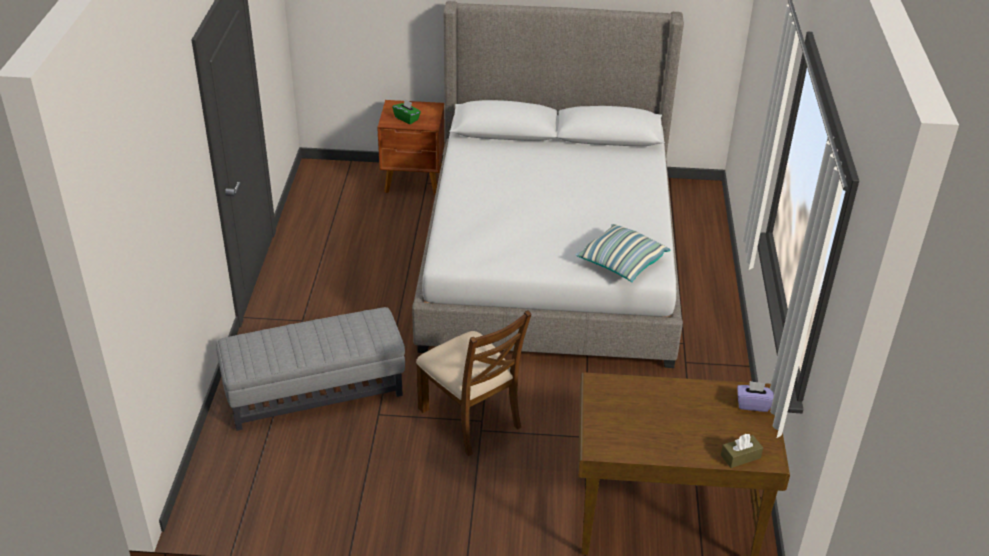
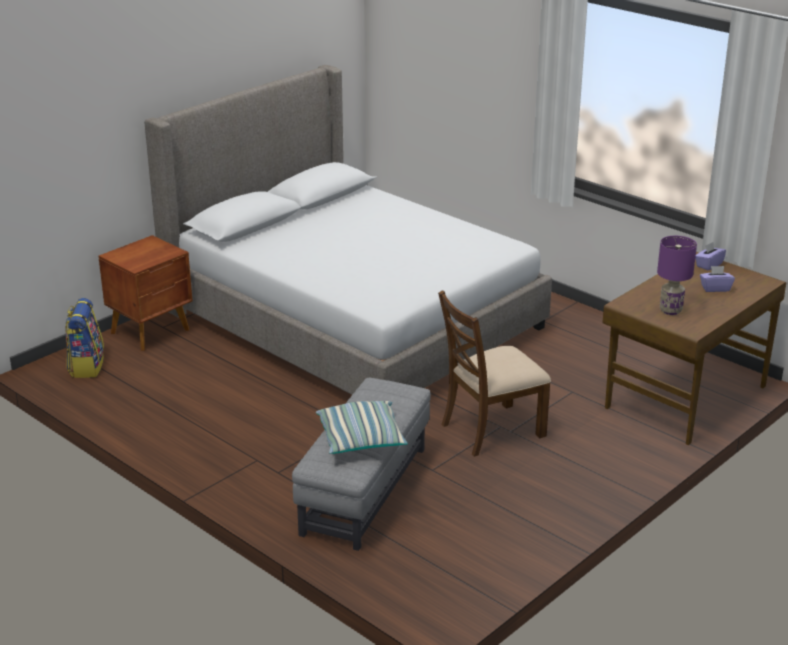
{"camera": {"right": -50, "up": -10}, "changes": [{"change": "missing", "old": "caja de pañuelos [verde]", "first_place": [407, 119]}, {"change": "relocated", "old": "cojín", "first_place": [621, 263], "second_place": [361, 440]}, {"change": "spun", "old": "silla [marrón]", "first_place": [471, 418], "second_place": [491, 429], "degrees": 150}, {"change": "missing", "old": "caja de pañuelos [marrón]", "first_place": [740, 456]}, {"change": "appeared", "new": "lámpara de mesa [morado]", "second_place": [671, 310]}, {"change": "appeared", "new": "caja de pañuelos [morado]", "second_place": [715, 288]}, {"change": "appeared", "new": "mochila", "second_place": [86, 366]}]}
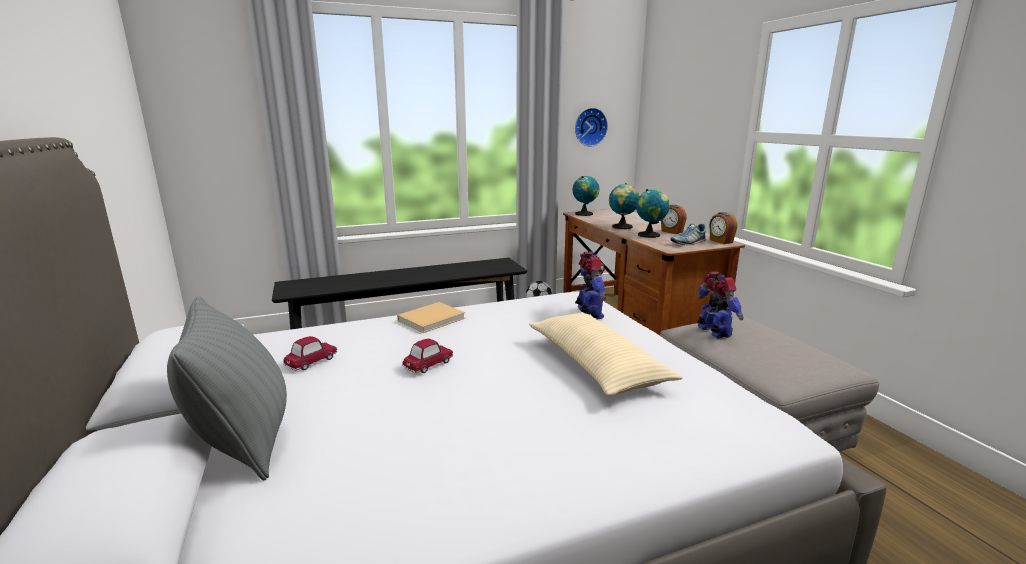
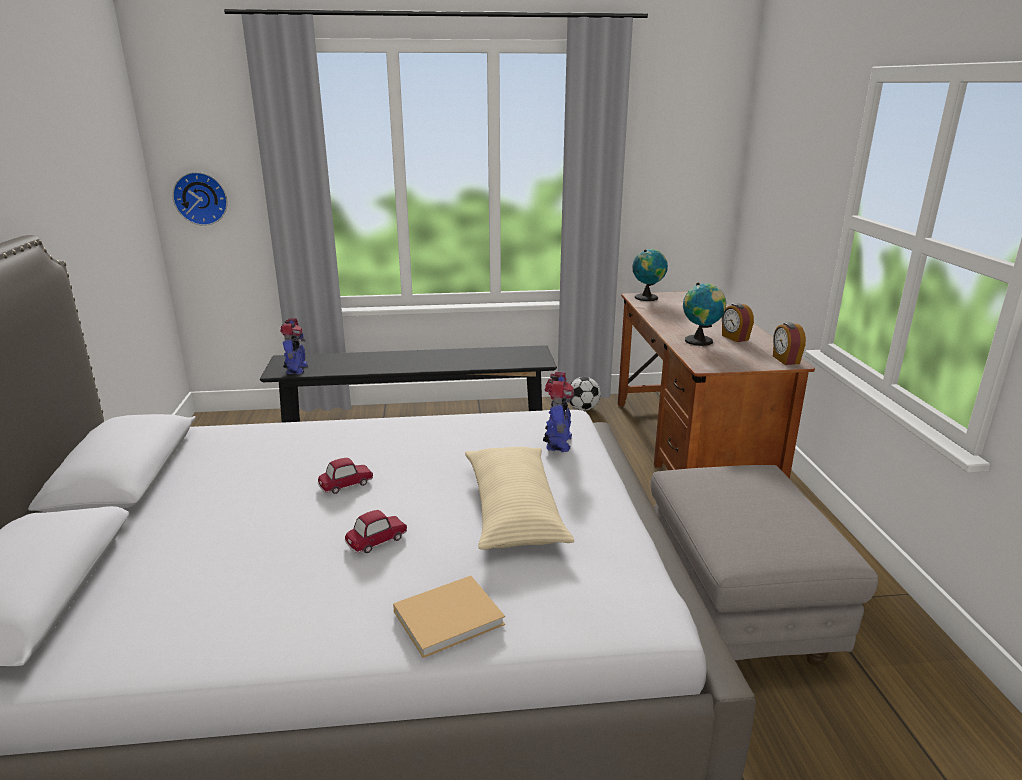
{"camera": {"right": 15, "up": 5}, "changes": [{"change": "relocated", "old": "reloj de pared", "first_place": [589, 127], "second_place": [201, 198]}, {"change": "missing", "old": "globo terráqueo", "first_place": [622, 227]}, {"change": "missing", "old": "zapato", "first_place": [688, 243]}, {"change": "relocated", "old": "robot de juguete", "first_place": [713, 332], "second_place": [296, 369]}, {"change": "missing", "old": "cojín [gris]", "first_place": [244, 440]}, {"change": "relocated", "old": "libro [beis]", "first_place": [433, 319], "second_place": [451, 617]}, {"change": "relocated", "old": "coche de juguete", "first_place": [311, 361], "second_place": [376, 540]}]}
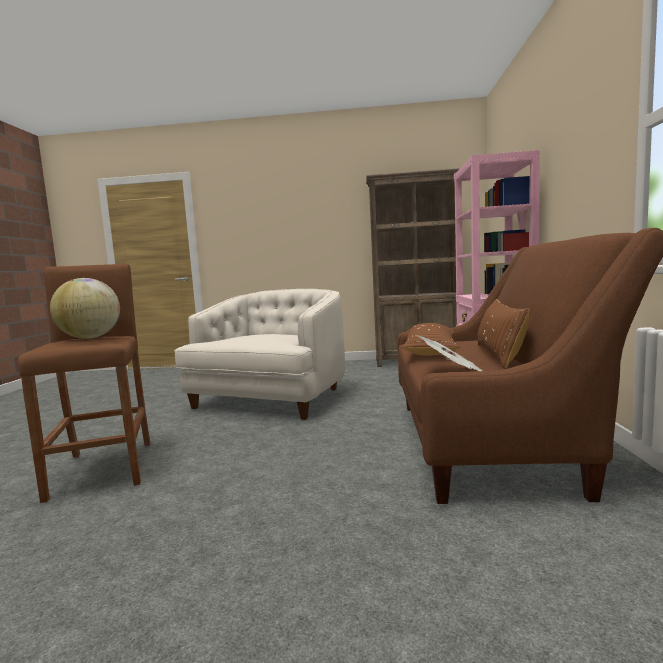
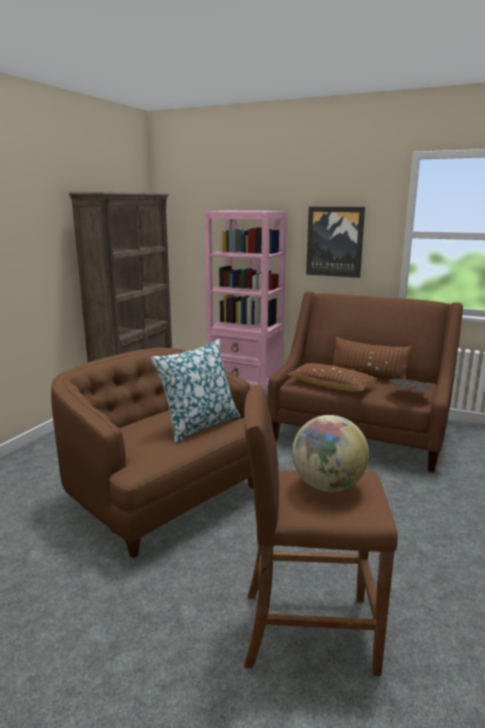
{"camera": {"right": -70, "up": 10}, "changes": [{"change": "colour", "old": "sillón [blanco]", "new": "sillón [marrón]", "first_place": [270, 399], "second_place": [163, 495]}, {"change": "appeared", "new": "cuadro", "second_place": [334, 241]}, {"change": "appeared", "new": "cojín", "second_place": [199, 425]}]}
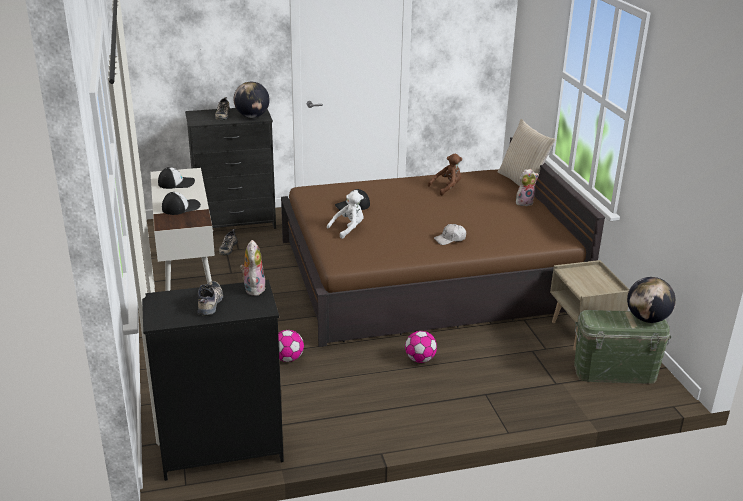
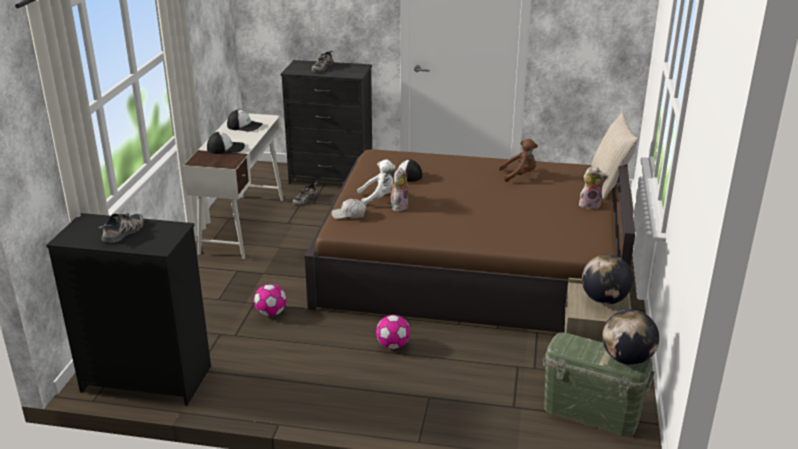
{"camera": {"right": 25, "up": 0}, "changes": [{"change": "relocated", "old": "globo terráqueo", "first_place": [252, 116], "second_place": [604, 300]}, {"change": "relocated", "old": "gorra [blanco]", "first_place": [450, 239], "second_place": [349, 215]}, {"change": "relocated", "old": "peluche", "first_place": [253, 288], "second_place": [398, 206]}]}
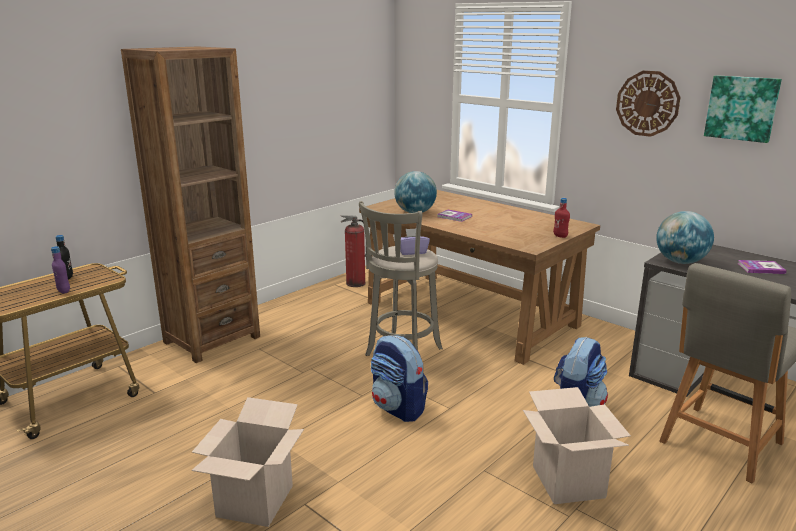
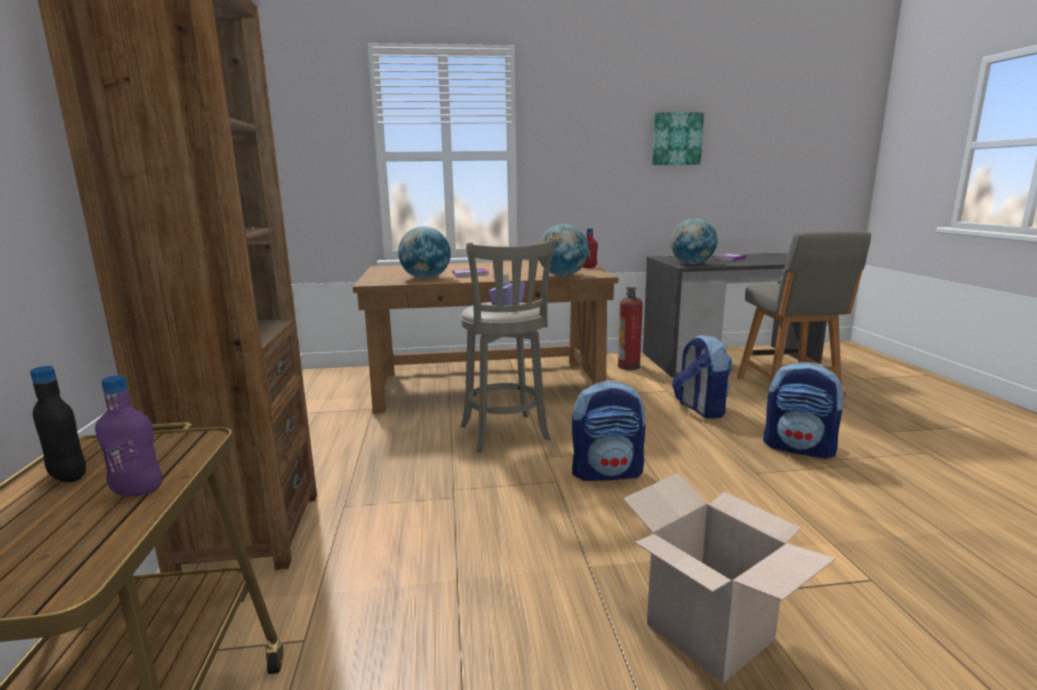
{"camera": {"right": -50, "up": -5}, "changes": [{"change": "missing", "old": "reloj de pared", "first_place": [647, 103]}, {"change": "relocated", "old": "extintor", "first_place": [355, 283], "second_place": [629, 366]}, {"change": "exchanged", "old": "caja de cartón", "new": "mochila", "first_place": [568, 481], "second_place": [799, 448]}, {"change": "appeared", "new": "globo terráqueo", "second_place": [562, 276]}]}
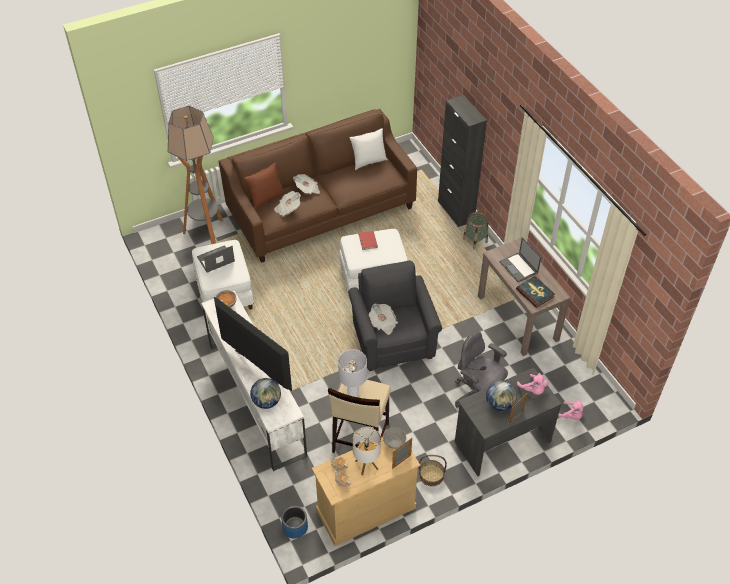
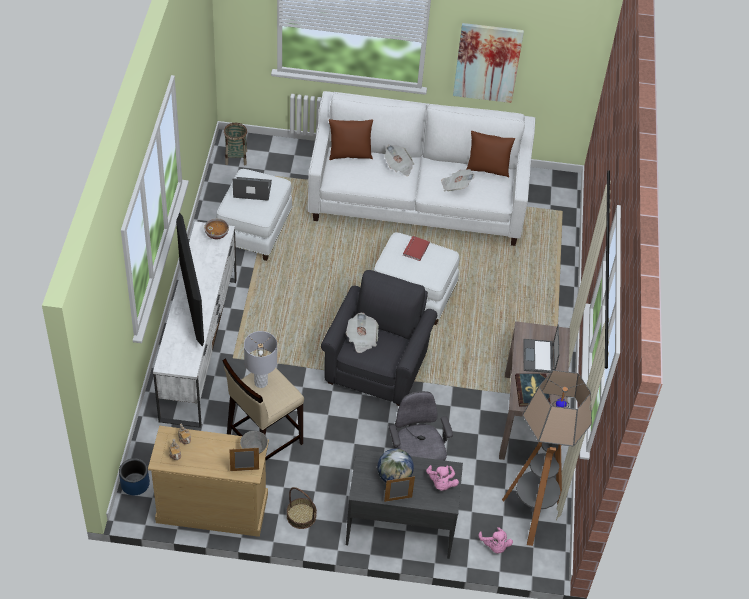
{"camera": {"right": 30, "up": 0}, "changes": [{"change": "missing", "old": "armario [negro]", "first_place": [456, 211]}, {"change": "relocated", "old": "lámpara de pie", "first_place": [206, 233], "second_place": [531, 516]}, {"change": "colour", "old": "sofá [marrón]", "new": "sofá [blanco]", "first_place": [321, 211], "second_place": [417, 200]}, {"change": "colour", "old": "cojín [blanco]", "new": "cojín [marrón]", "first_place": [368, 161], "second_place": [487, 169]}, {"change": "relocated", "old": "periódico", "first_place": [287, 209], "second_place": [456, 186]}, {"change": "relocated", "old": "cesta", "first_place": [475, 241], "second_place": [236, 157]}, {"change": "missing", "old": "globo terráqueo", "first_place": [267, 401]}, {"change": "missing", "old": "lámpara de mesa", "first_place": [366, 465]}, {"change": "appeared", "new": "cuadro", "second_place": [487, 62]}]}
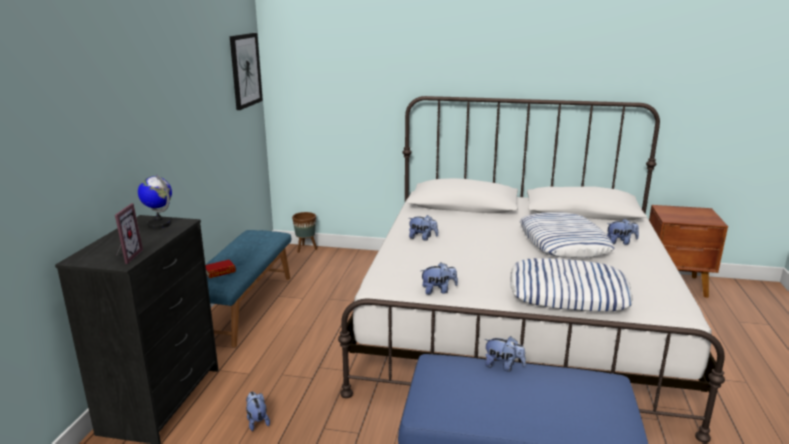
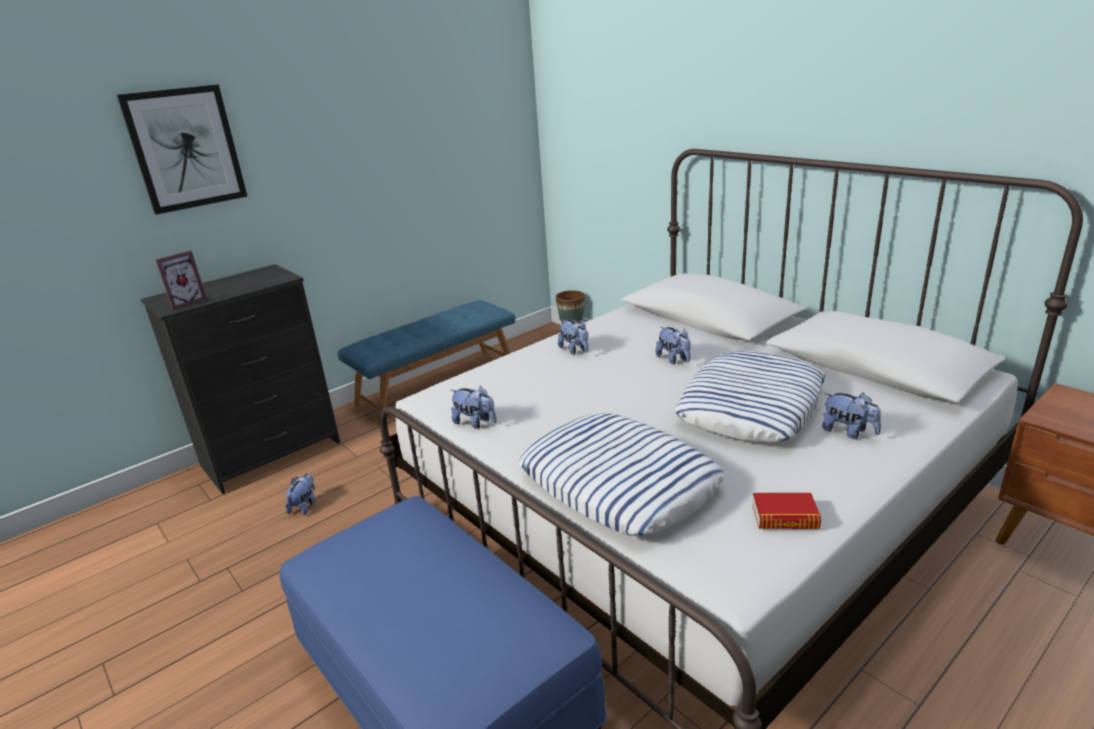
{"camera": {"right": 40, "up": 5}, "changes": [{"change": "relocated", "old": "cuadro", "first_place": [245, 70], "second_place": [185, 149]}, {"change": "missing", "old": "globo terráqueo", "first_place": [159, 224]}, {"change": "relocated", "old": "libro", "first_place": [220, 272], "second_place": [784, 517]}, {"change": "relocated", "old": "peluche", "first_place": [503, 366], "second_place": [674, 359]}]}
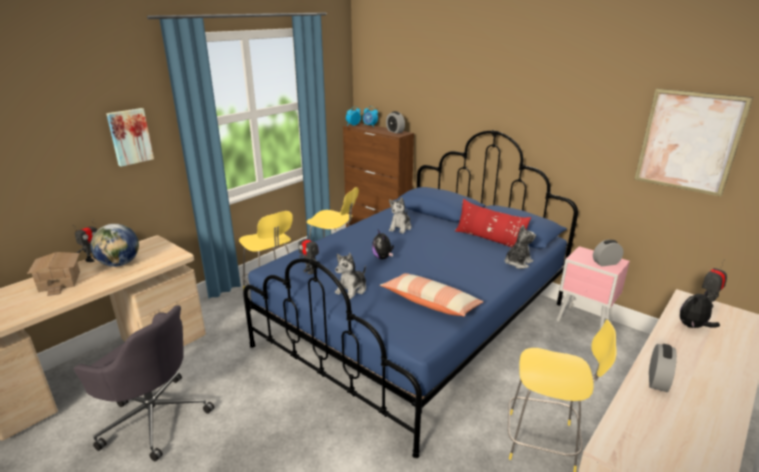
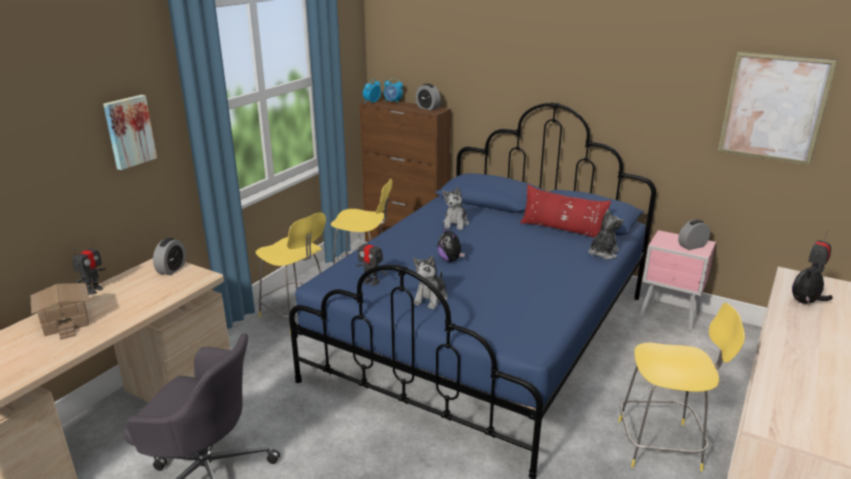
{"camera": {"right": -10, "up": 0}, "changes": [{"change": "missing", "old": "globo terráqueo", "first_place": [120, 264]}, {"change": "missing", "old": "cojín", "first_place": [430, 303]}, {"change": "relocated", "old": "despertador", "first_place": [657, 381], "second_place": [172, 269]}]}
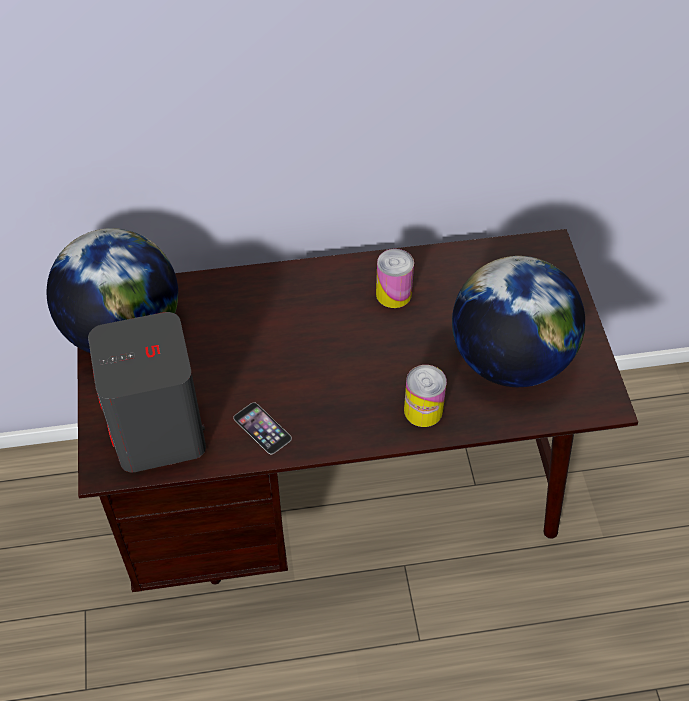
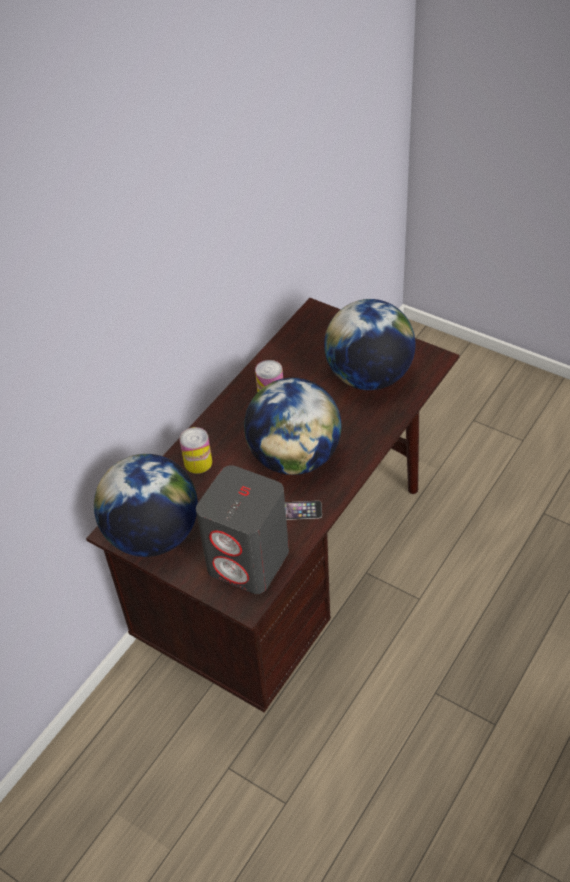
{"camera": {"right": -45, "up": -5}, "changes": [{"change": "relocated", "old": "lata", "first_place": [423, 410], "second_place": [198, 462]}, {"change": "appeared", "new": "globo terráqueo", "second_place": [294, 457]}]}
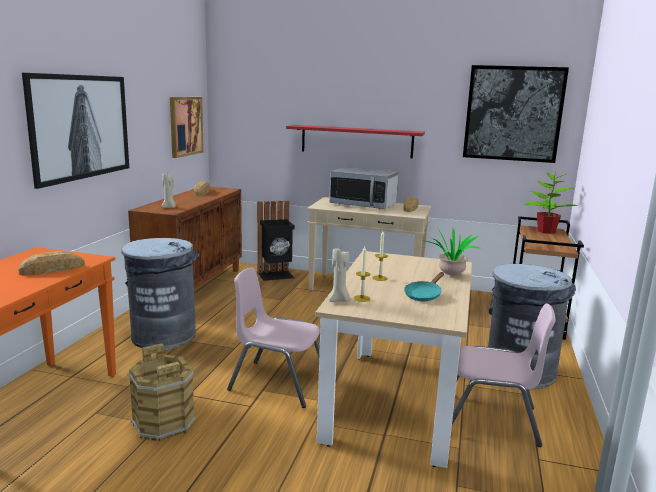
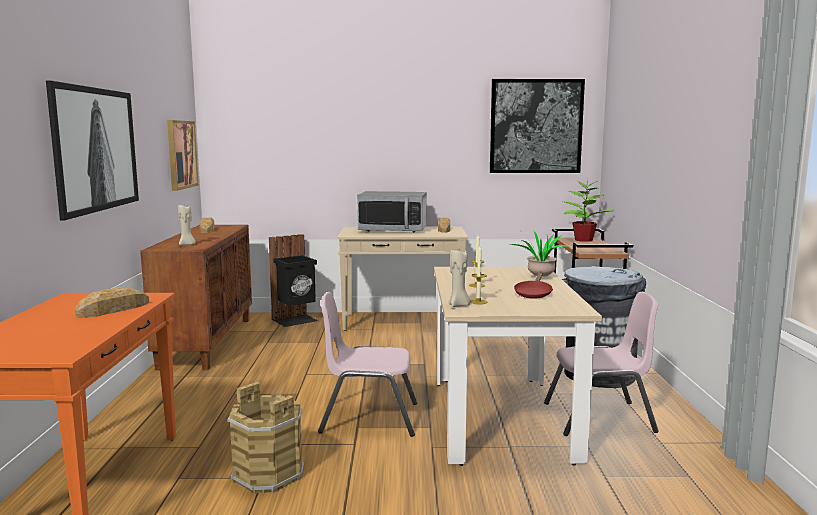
{"camera": {"right": -15, "up": -5}, "changes": [{"change": "missing", "old": "estante [rojo]", "first_place": [356, 141]}, {"change": "missing", "old": "papelera [gris]", "first_place": [163, 336]}, {"change": "colour", "old": "sartén [turquesa]", "new": "sartén [rojo]", "first_place": [424, 295], "second_place": [533, 294]}]}
